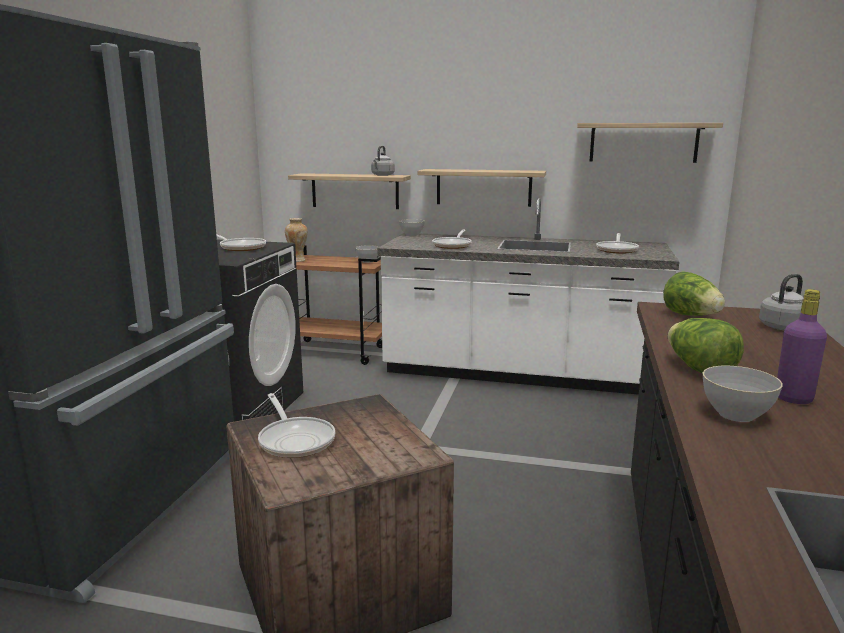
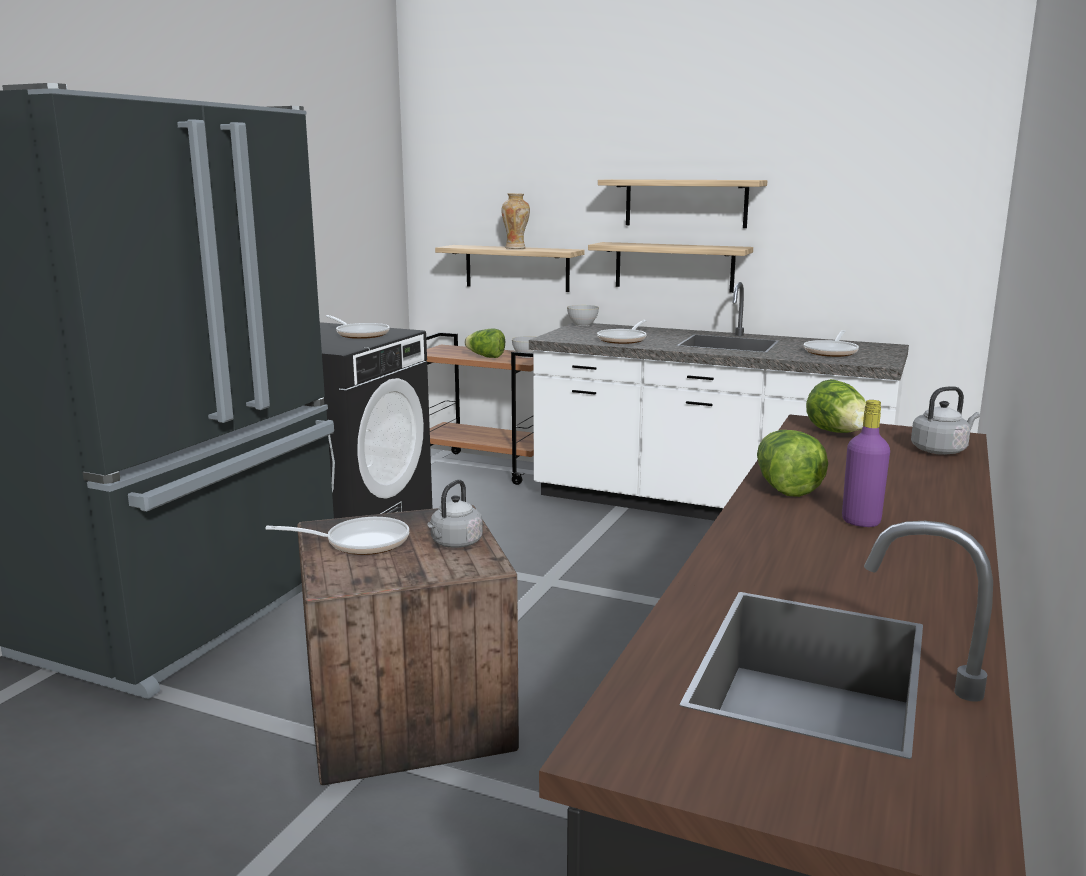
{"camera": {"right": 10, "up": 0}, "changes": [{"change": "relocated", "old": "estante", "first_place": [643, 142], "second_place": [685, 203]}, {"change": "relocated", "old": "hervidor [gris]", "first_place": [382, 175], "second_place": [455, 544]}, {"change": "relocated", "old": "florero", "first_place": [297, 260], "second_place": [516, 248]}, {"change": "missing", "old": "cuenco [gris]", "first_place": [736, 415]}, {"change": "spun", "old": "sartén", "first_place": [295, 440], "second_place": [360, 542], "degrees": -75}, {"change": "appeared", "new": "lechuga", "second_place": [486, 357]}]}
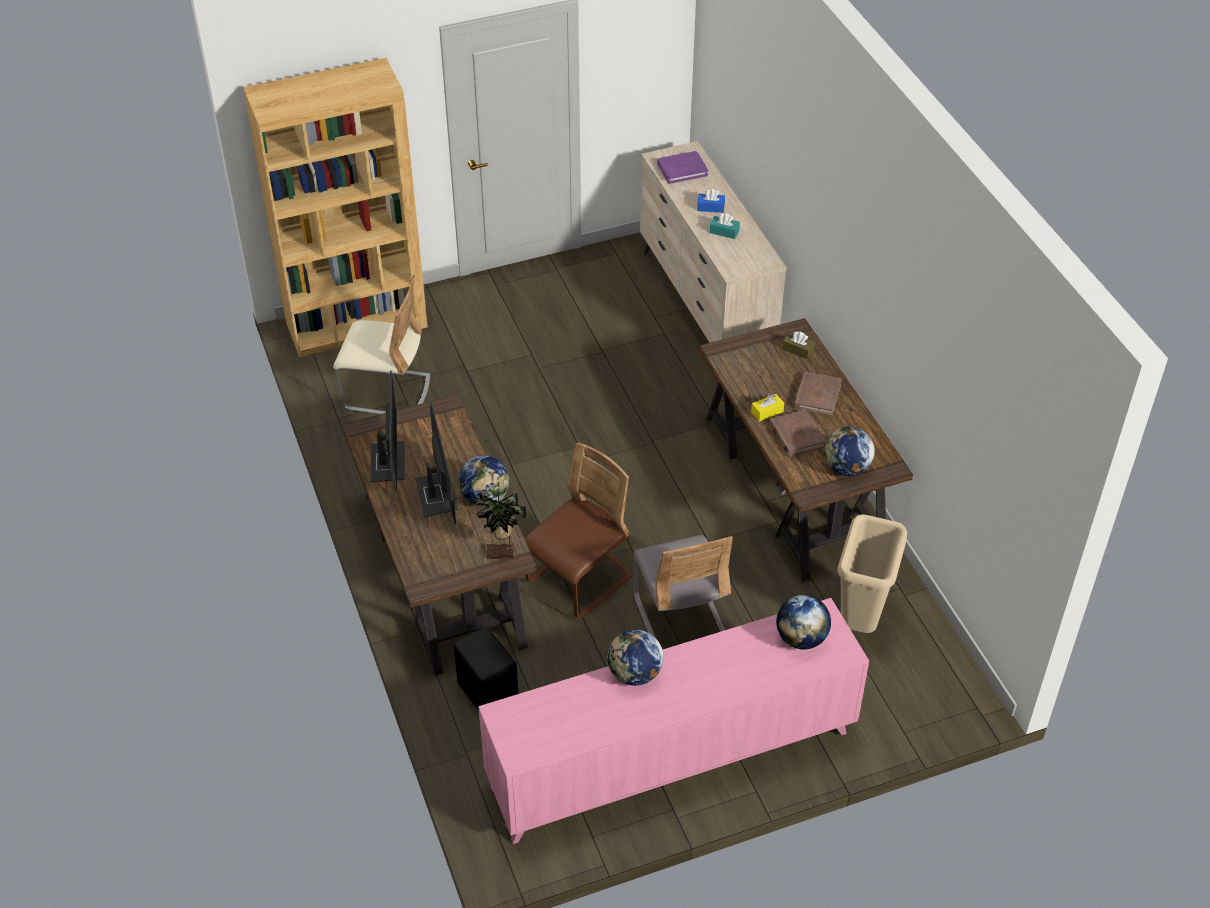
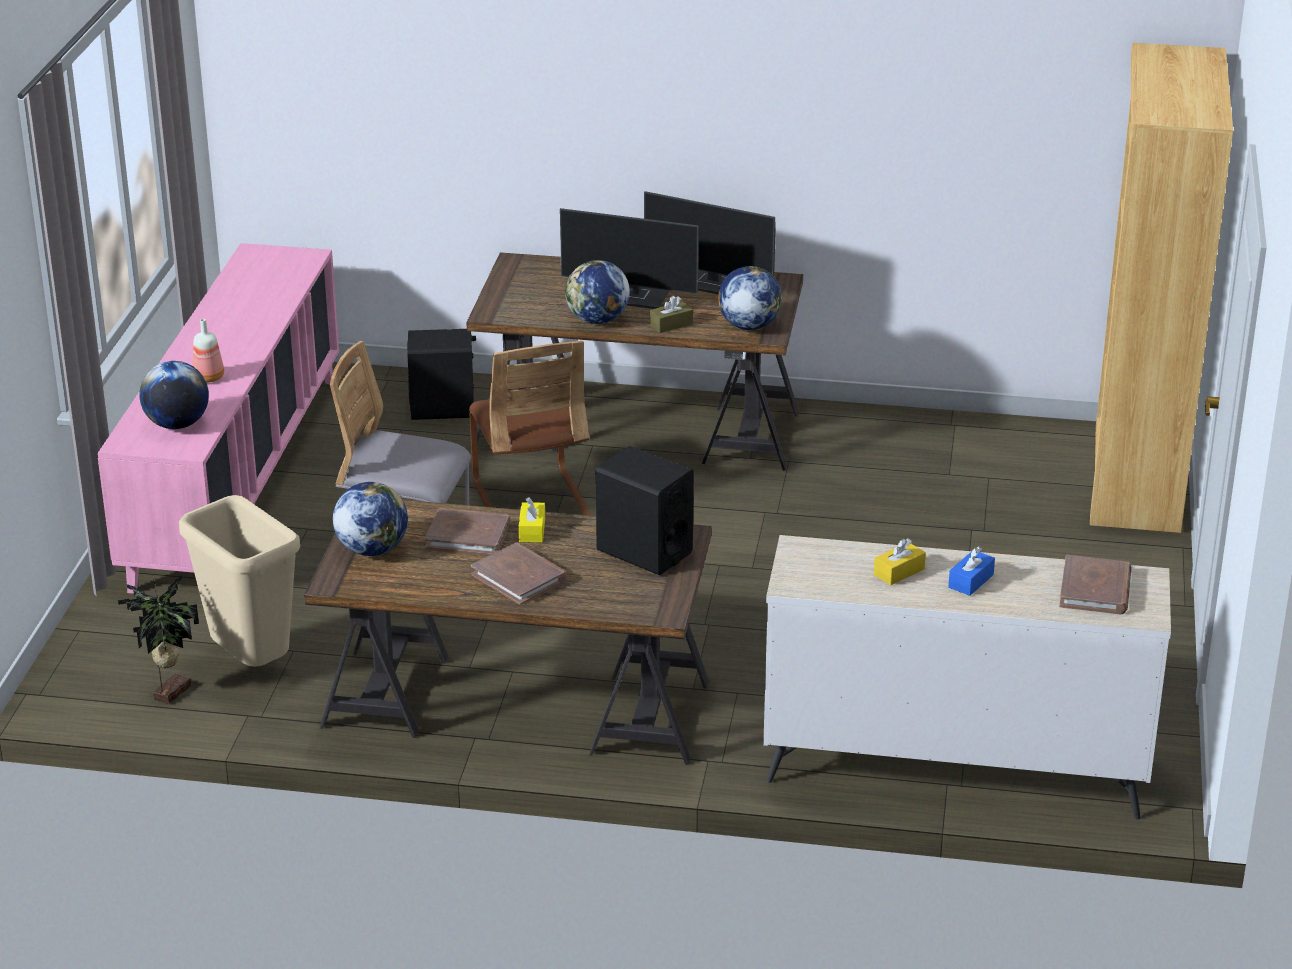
{"camera": {"right": 120, "up": -15}, "changes": [{"change": "colour", "old": "libro [morado]", "new": "libro [marrón]", "first_place": [682, 169], "second_place": [1095, 589]}, {"change": "colour", "old": "caja de pañuelos [turquesa]", "new": "caja de pañuelos [amarillo]", "first_place": [724, 232], "second_place": [899, 572]}, {"change": "missing", "old": "silla [beis]", "first_place": [387, 393]}, {"change": "relocated", "old": "caja de pañuelos [marrón]", "first_place": [797, 350], "second_place": [671, 324]}, {"change": "relocated", "old": "planta en maceta", "first_place": [501, 555], "second_place": [169, 692]}, {"change": "relocated", "old": "globo terráqueo", "first_place": [634, 674], "second_place": [748, 326]}, {"change": "appeared", "new": "botella", "second_place": [207, 377]}, {"change": "appeared", "new": "altavoz [negro]", "second_place": [644, 551]}]}
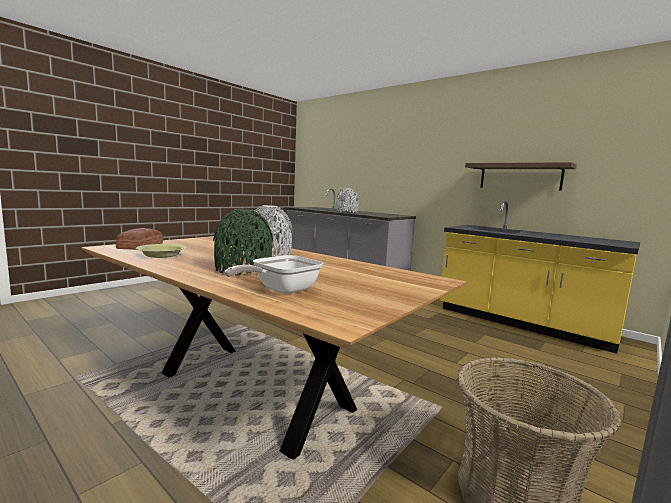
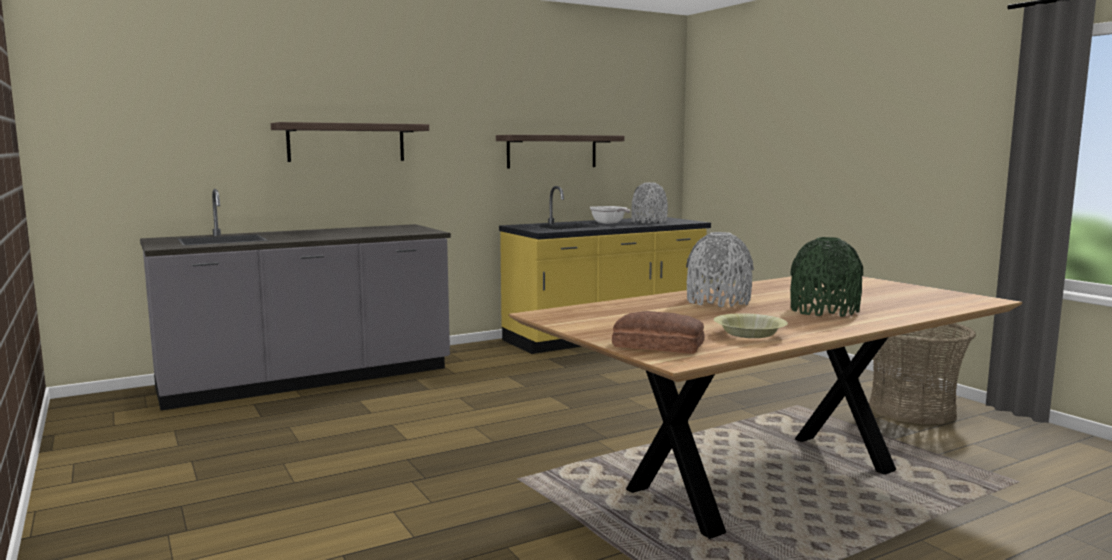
{"camera": {"right": -70, "up": 0}, "changes": [{"change": "relocated", "old": "florero [gris]", "first_place": [346, 212], "second_place": [649, 222]}, {"change": "relocated", "old": "sartén", "first_place": [281, 290], "second_place": [609, 223]}, {"change": "appeared", "new": "estante", "second_place": [346, 142]}]}
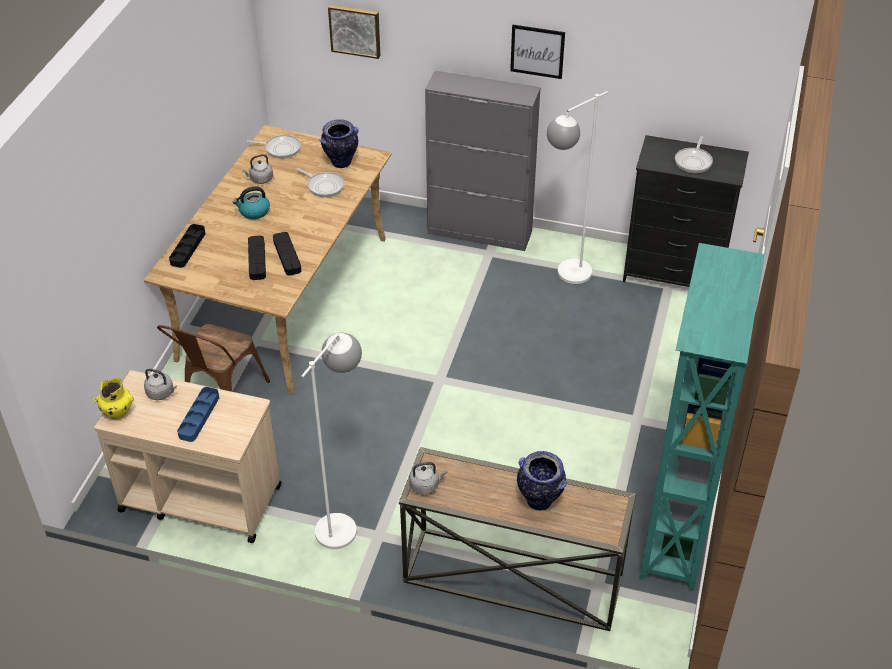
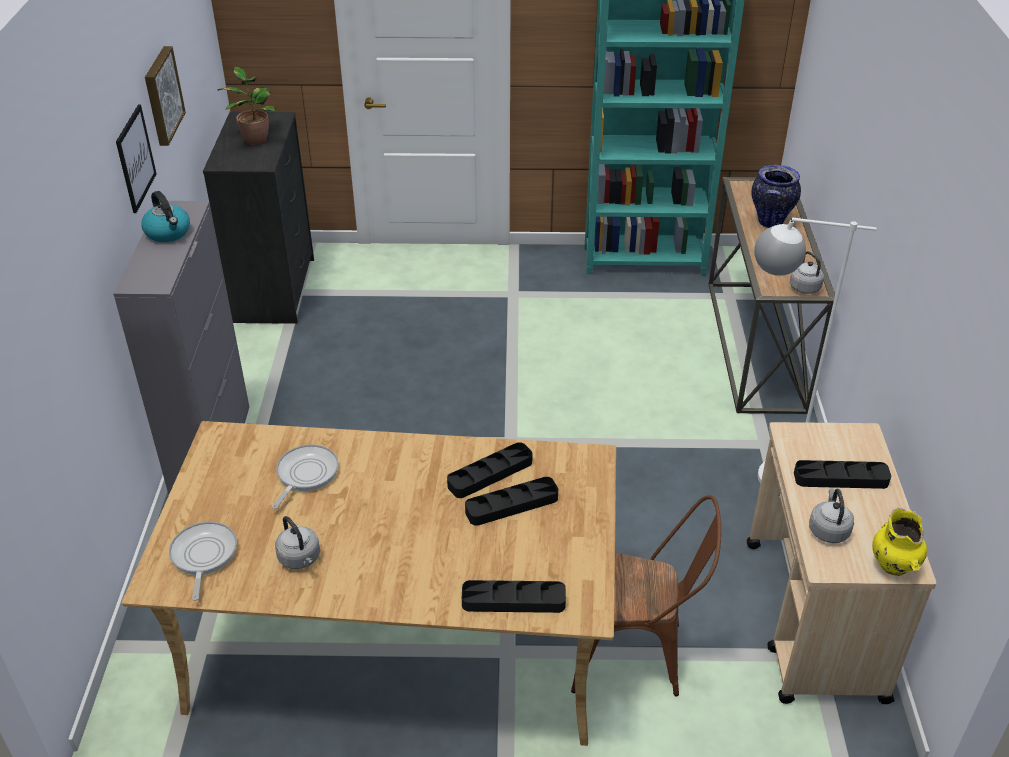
{"camera": {"right": -105, "up": -5}, "changes": [{"change": "relocated", "old": "cuadro", "first_place": [355, 30], "second_place": [161, 95]}, {"change": "missing", "old": "lámpara de pie [blanco]", "first_place": [565, 278]}, {"change": "missing", "old": "florero", "first_place": [341, 163]}, {"change": "exchanged", "old": "sartén", "new": "planta en maceta", "first_place": [693, 161], "second_place": [254, 139]}, {"change": "relocated", "old": "hervidor", "first_place": [254, 211], "second_place": [168, 233]}, {"change": "colour", "old": "bandeja [azul]", "new": "bandeja [negro]", "first_place": [199, 416], "second_place": [840, 478]}]}
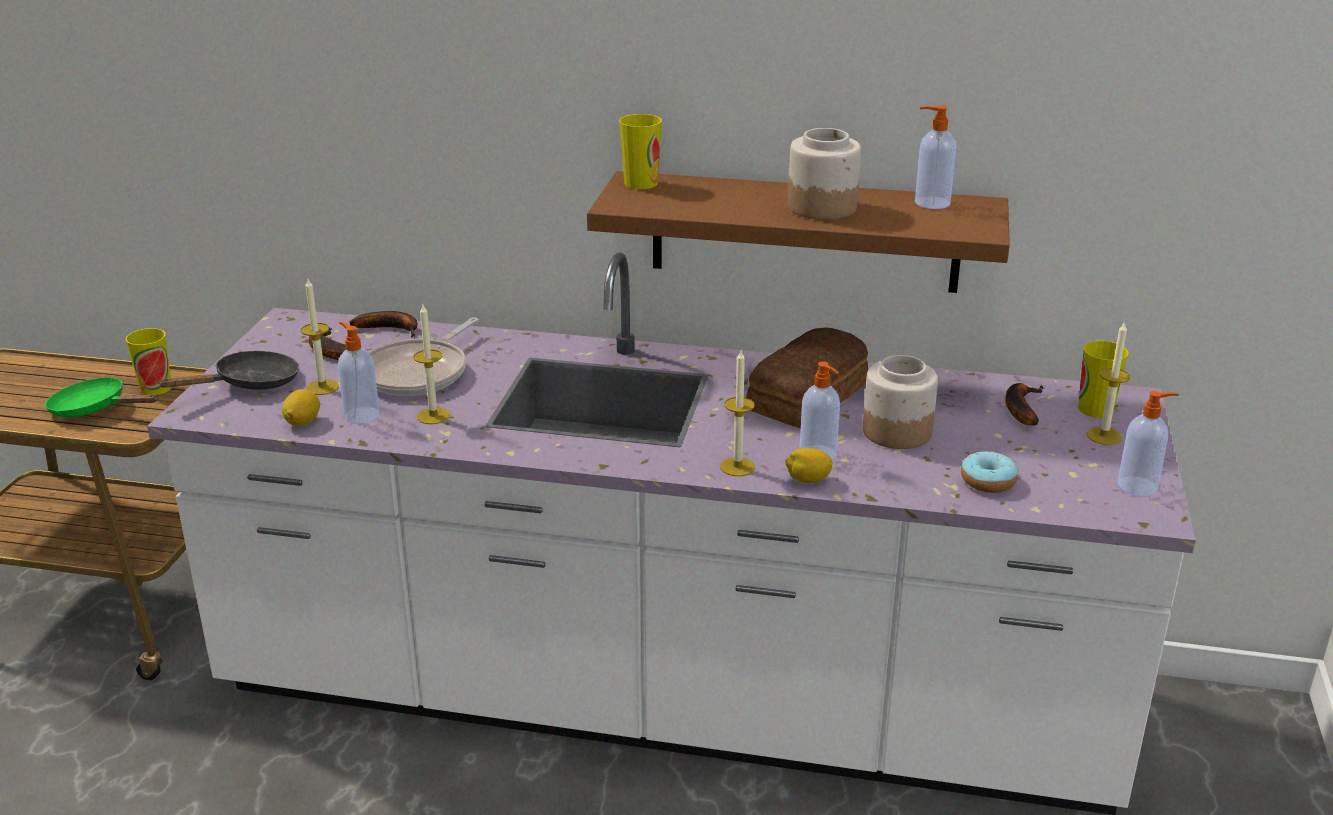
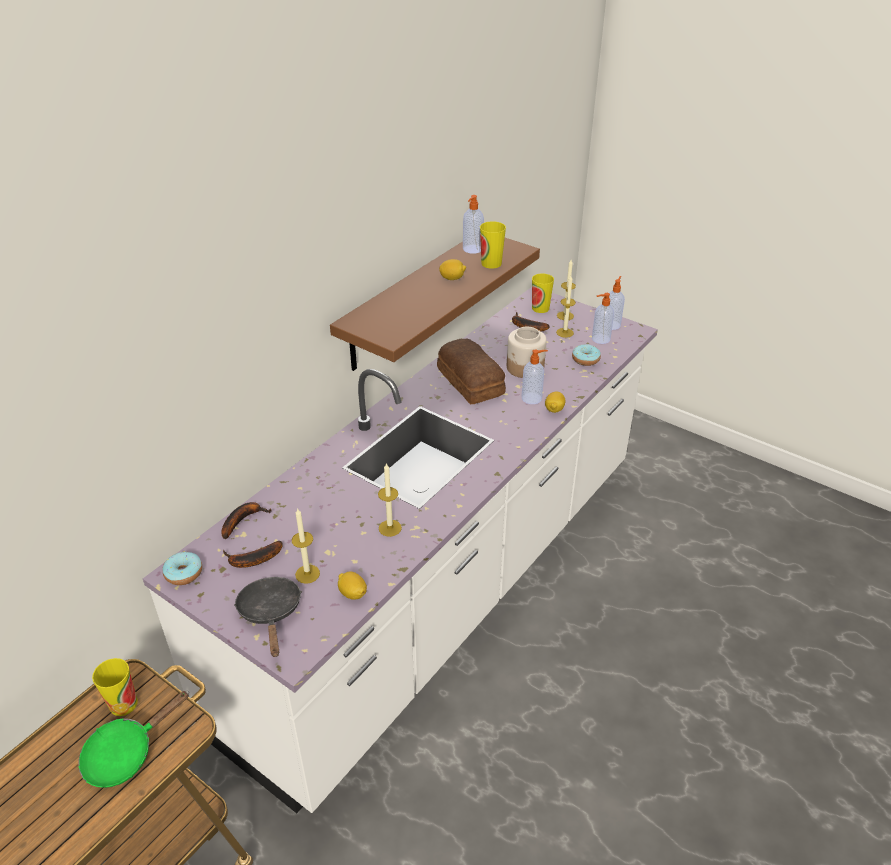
{"camera": {"right": -65, "up": 10}, "changes": [{"change": "relocated", "old": "taza", "first_place": [641, 183], "second_place": [491, 263]}, {"change": "exchanged", "old": "tarro", "new": "limón", "first_place": [822, 207], "second_place": [452, 278]}, {"change": "missing", "old": "sartén", "first_place": [419, 373]}, {"change": "relocated", "old": "dispensador de jabón", "first_place": [361, 415], "second_place": [600, 339]}, {"change": "relocated", "old": "vela", "first_place": [737, 467], "second_place": [564, 332]}, {"change": "appeared", "new": "rosquilla", "second_place": [184, 573]}]}
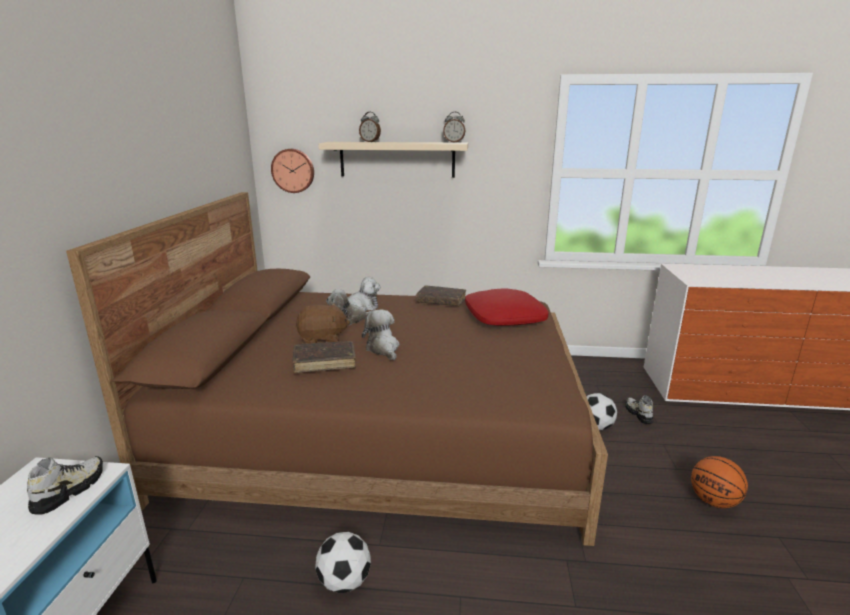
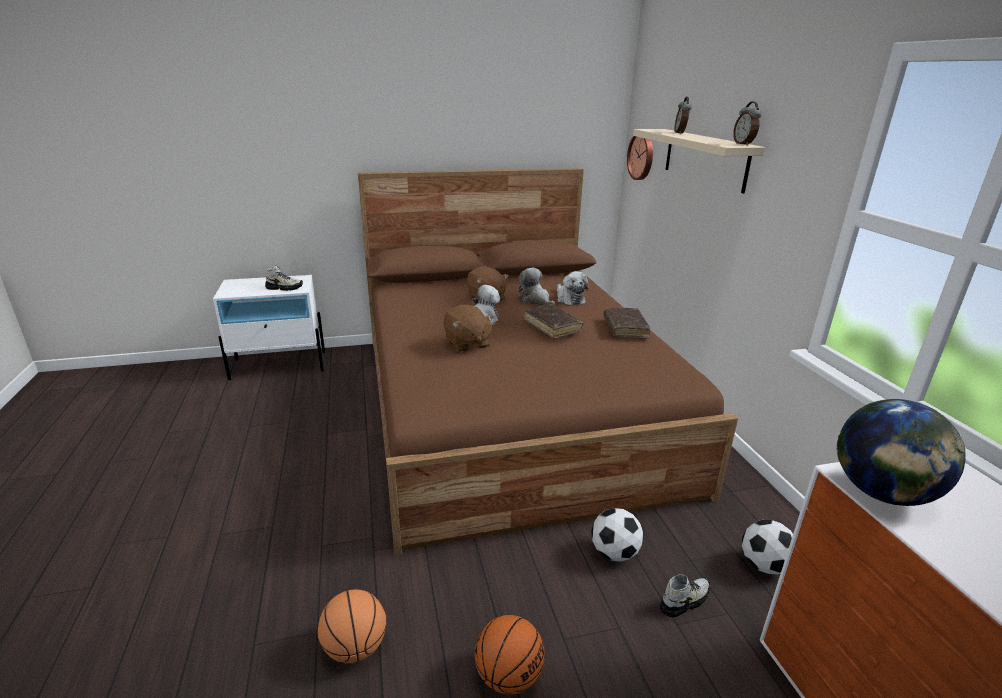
{"camera": {"right": 70, "up": 5}, "changes": [{"change": "missing", "old": "cojín [rojo]", "first_place": [503, 317]}, {"change": "relocated", "old": "libro [marrón]", "first_place": [324, 362], "second_place": [552, 326]}, {"change": "relocated", "old": "balón de fútbol", "first_place": [344, 581], "second_place": [764, 565]}, {"change": "appeared", "new": "peluche [marrón]", "second_place": [466, 344]}, {"change": "appeared", "new": "globo terráqueo", "second_place": [881, 493]}, {"change": "appeared", "new": "balón de baloncesto", "second_place": [355, 647]}]}
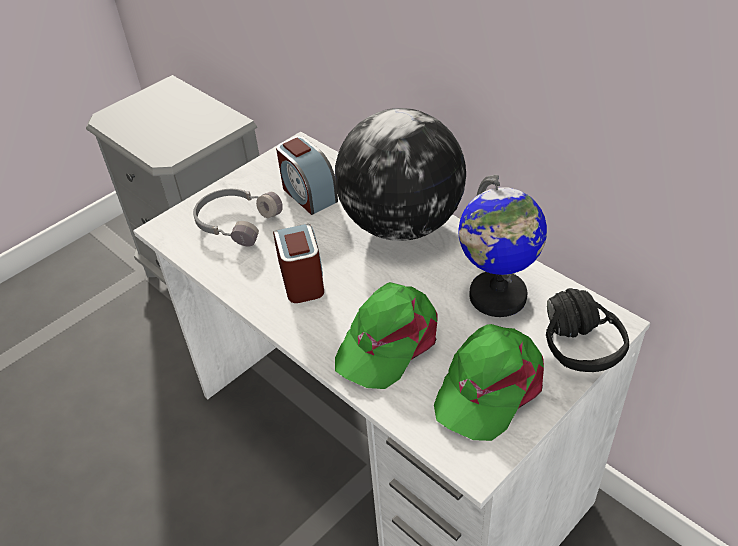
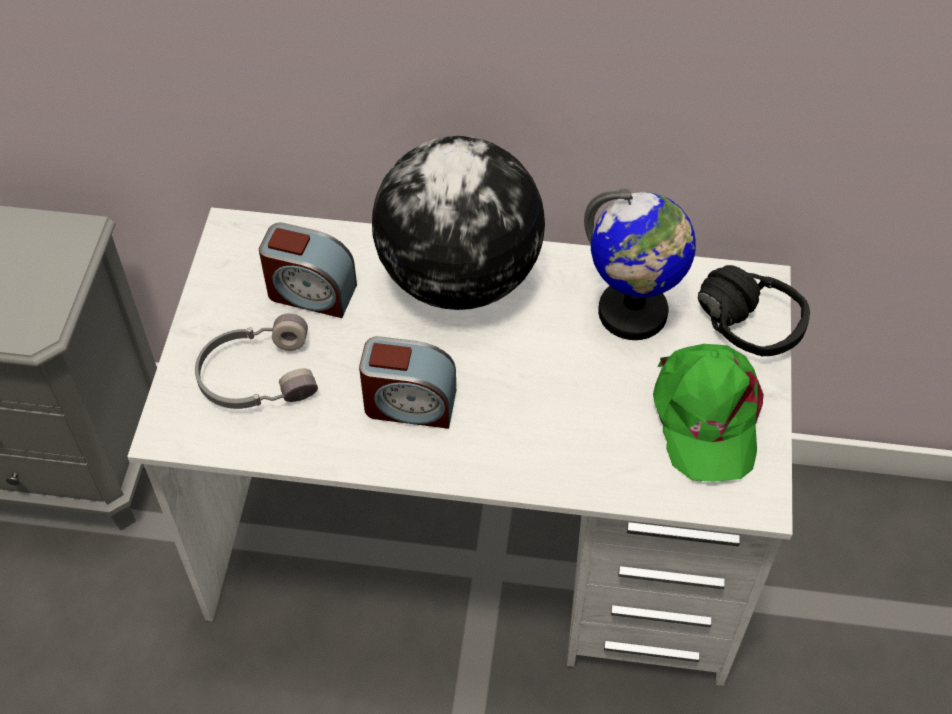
{"camera": {"right": -40, "up": 10}, "changes": [{"change": "spun", "old": "despertador", "first_place": [302, 278], "second_place": [409, 404], "degrees": 150}, {"change": "missing", "old": "gorra [verde]", "first_place": [388, 340]}]}
